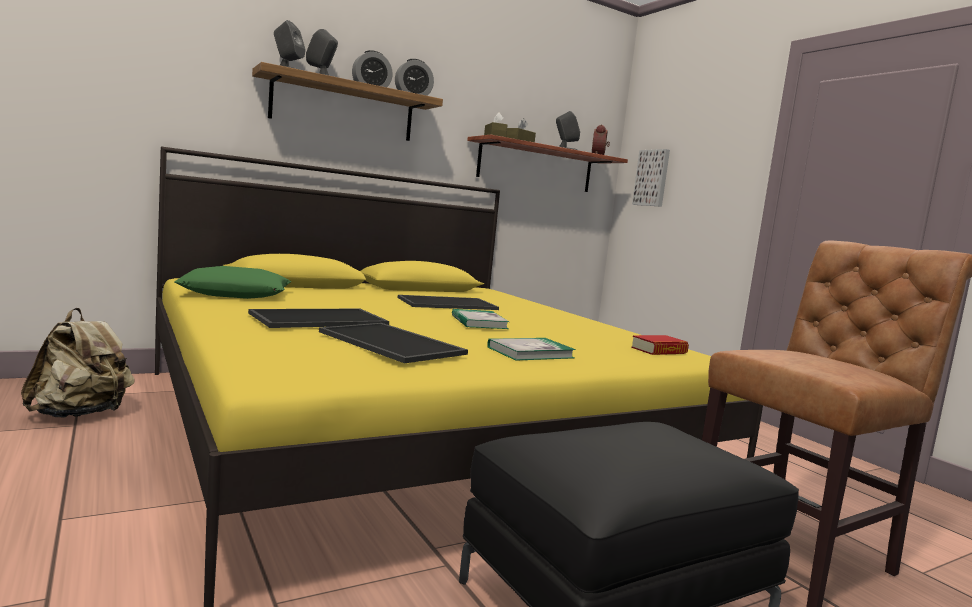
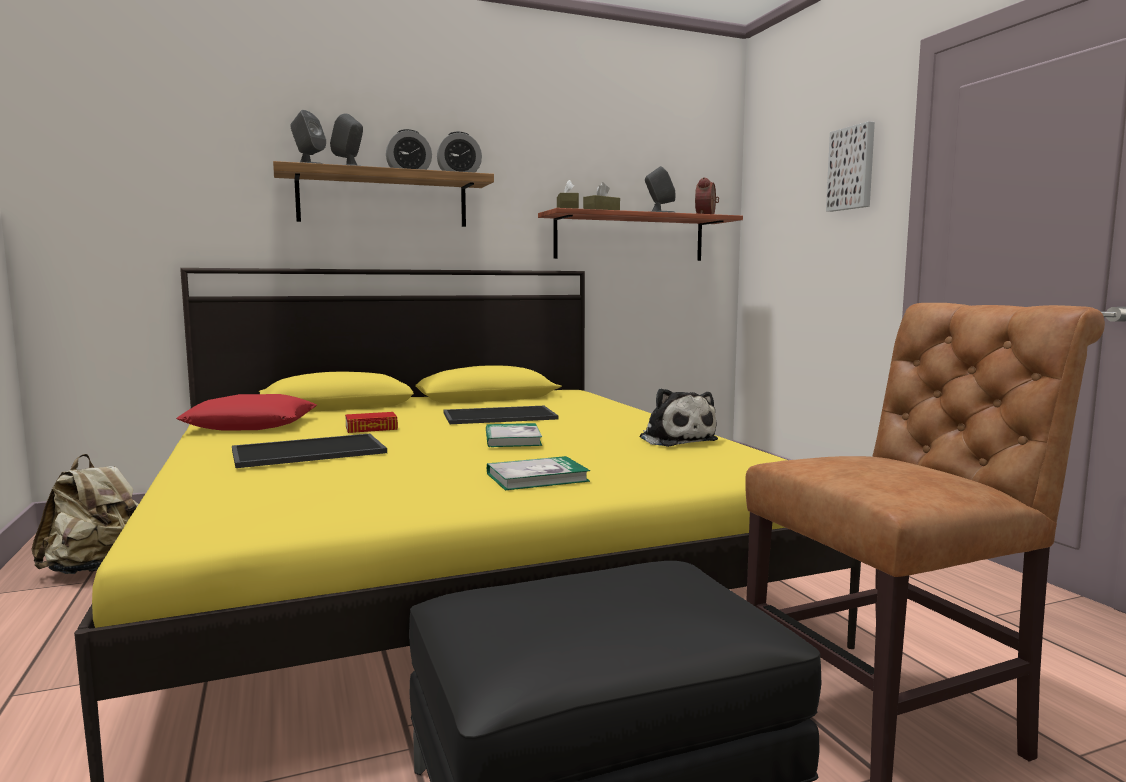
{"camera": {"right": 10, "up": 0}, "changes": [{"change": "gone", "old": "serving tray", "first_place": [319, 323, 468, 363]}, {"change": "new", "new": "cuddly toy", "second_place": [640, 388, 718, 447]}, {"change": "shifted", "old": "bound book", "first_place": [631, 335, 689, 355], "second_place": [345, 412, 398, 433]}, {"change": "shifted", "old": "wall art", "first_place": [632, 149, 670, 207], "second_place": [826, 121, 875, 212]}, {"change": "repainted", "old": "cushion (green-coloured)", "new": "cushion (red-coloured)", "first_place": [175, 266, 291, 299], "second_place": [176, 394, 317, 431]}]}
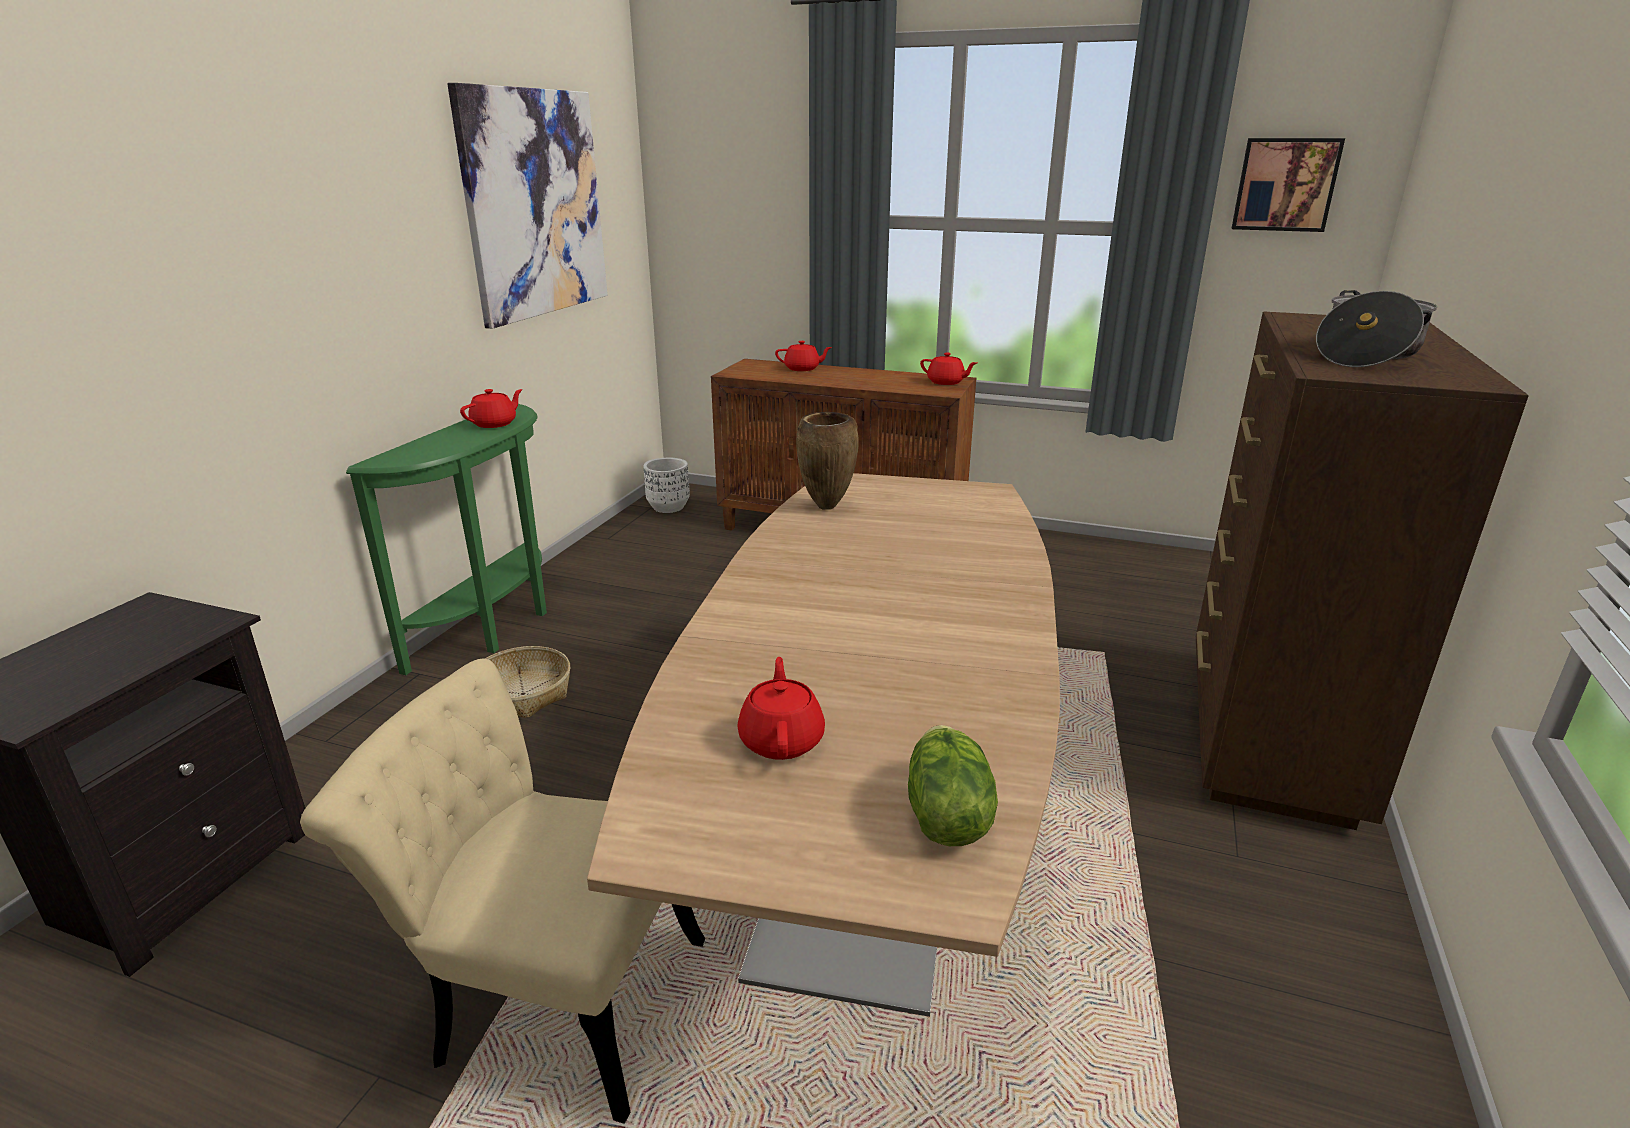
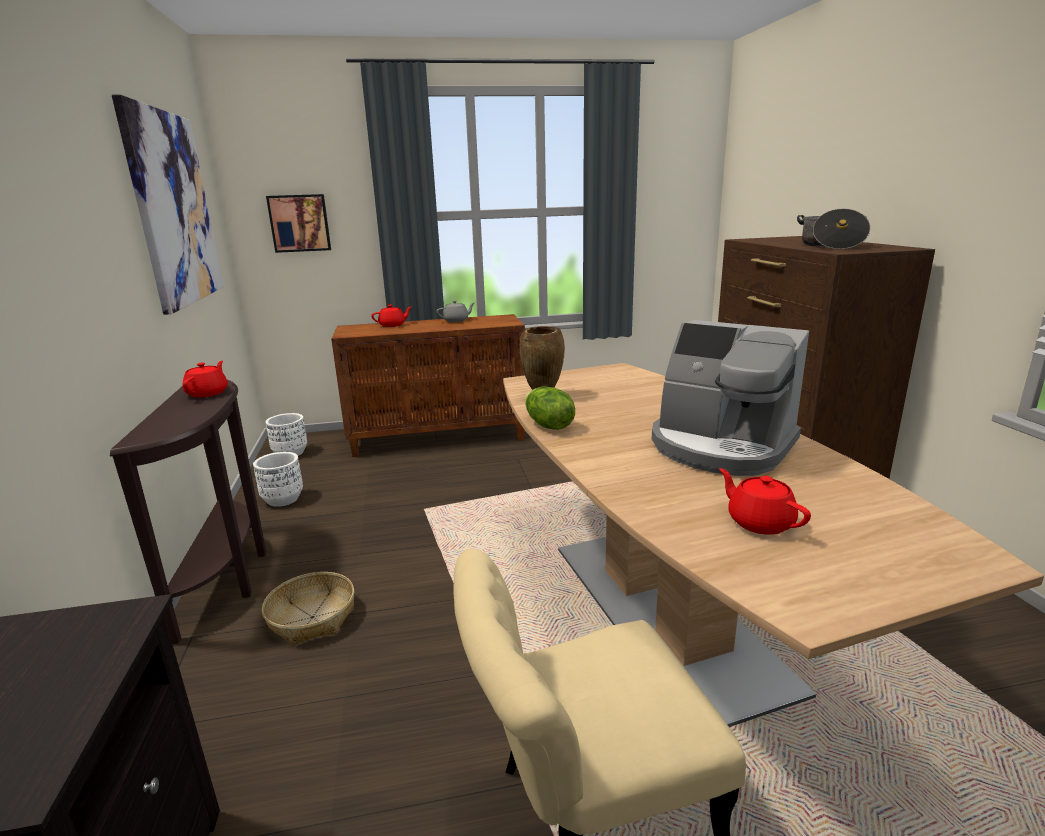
{"camera": {"right": -30, "up": -5}, "changes": [{"change": "gone", "old": "tea pot (red-coloured)", "first_place": [920, 353, 977, 385]}, {"change": "new", "new": "plant pot (white)", "second_place": [253, 452, 303, 507]}, {"change": "new", "new": "tea pot (greyish)", "second_place": [436, 300, 475, 322]}, {"change": "new", "new": "coffee machine", "second_place": [652, 320, 809, 476]}, {"change": "shifted", "old": "lettuce head", "first_place": [908, 725, 998, 846], "second_place": [525, 387, 575, 430]}, {"change": "shifted", "old": "wall art", "first_place": [1231, 138, 1345, 232], "second_place": [266, 194, 331, 253]}, {"change": "repainted", "old": "console table (green-coloured)", "new": "console table (brownish)", "first_place": [346, 404, 547, 675], "second_place": [110, 380, 266, 644]}]}
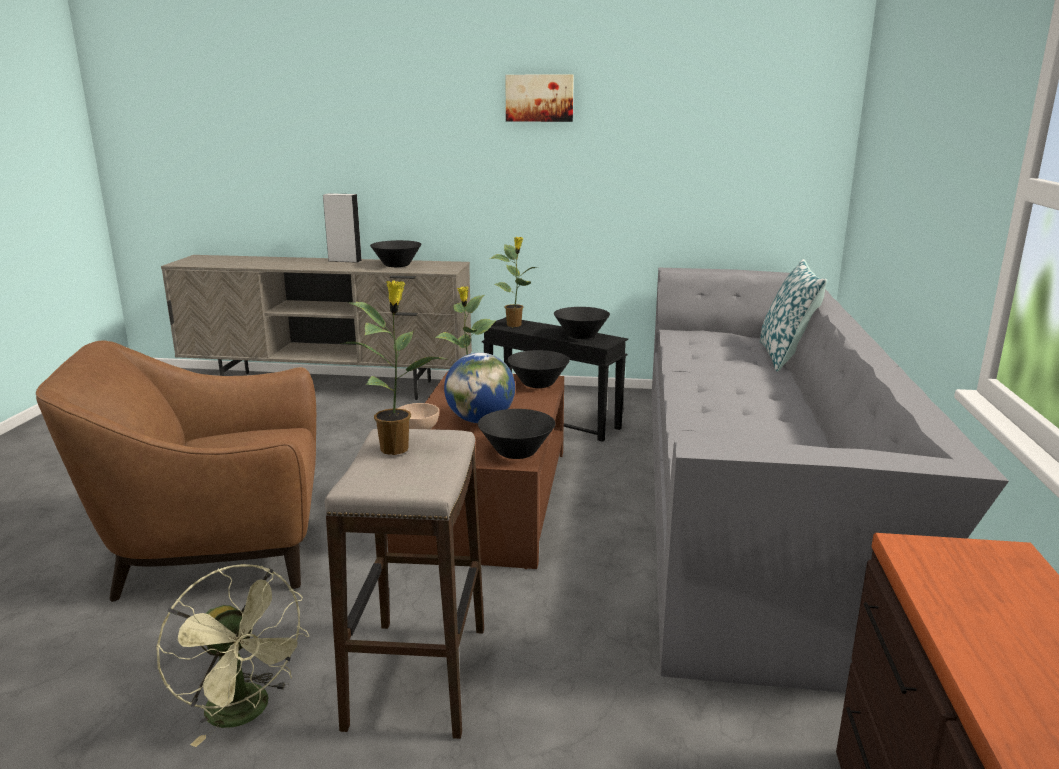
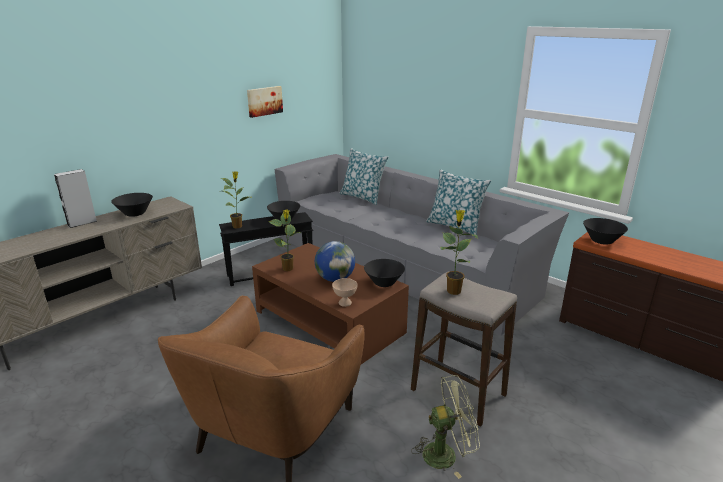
{"camera": {"right": -55, "up": 5}, "changes": [{"change": "new", "new": "cushion", "second_place": [426, 169, 491, 235]}, {"change": "shifted", "old": "wall art", "first_place": [505, 74, 574, 122], "second_place": [247, 86, 283, 118]}, {"change": "shifted", "old": "serving bowl (black)", "first_place": [507, 350, 570, 388], "second_place": [583, 218, 628, 245]}]}
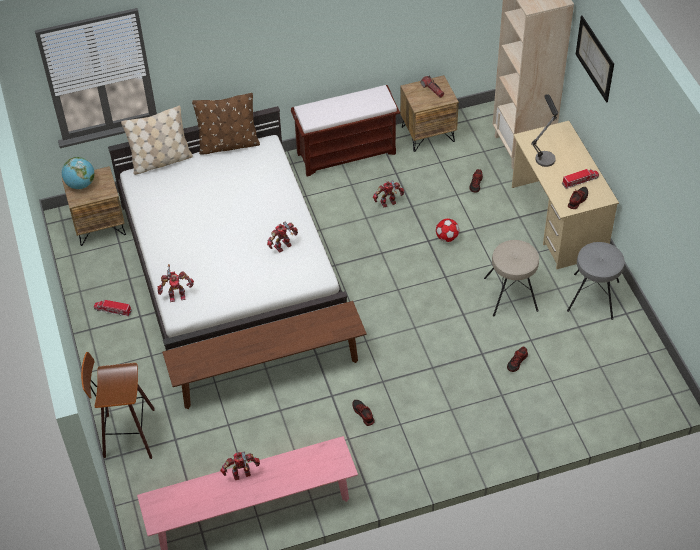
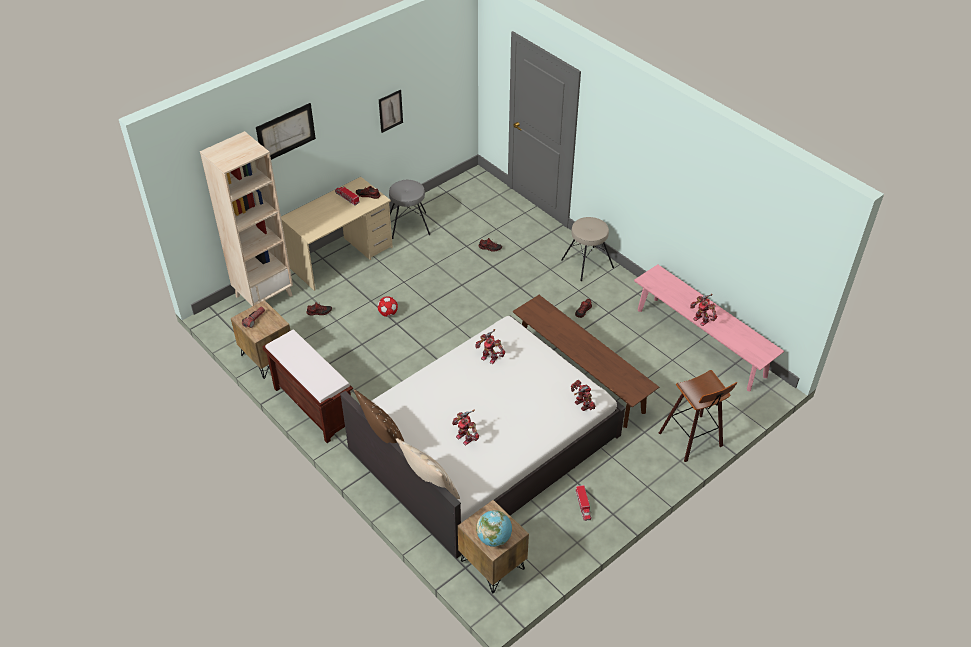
{"camera": {"right": -115, "up": -5}, "changes": [{"change": "gone", "old": "tabletop lamp", "first_place": [531, 94, 558, 167]}, {"change": "new", "new": "wall art", "second_place": [379, 90, 403, 133]}, {"change": "shifted", "old": "robot figure", "first_place": [373, 180, 404, 207], "second_place": [452, 409, 479, 445]}, {"change": "shifted", "old": "stool seat (beige-coloured)", "first_place": [484, 240, 539, 316], "second_place": [561, 217, 614, 281]}]}
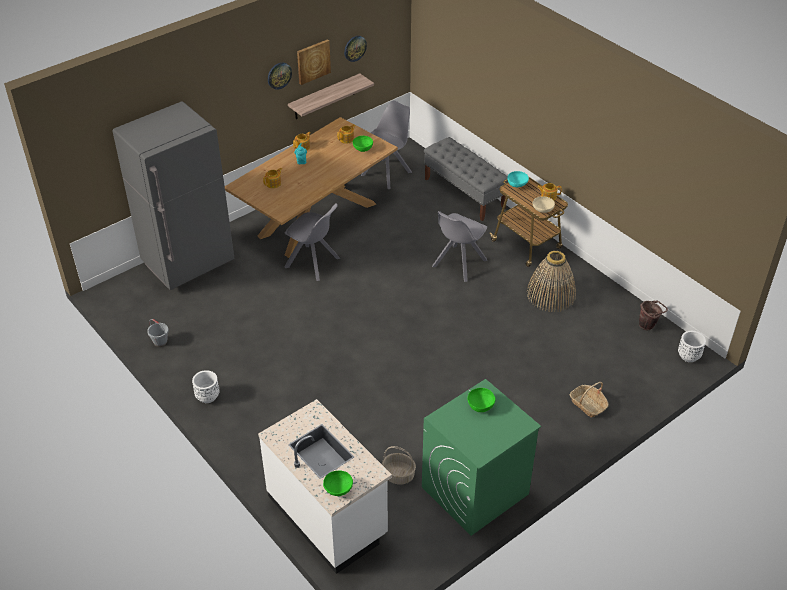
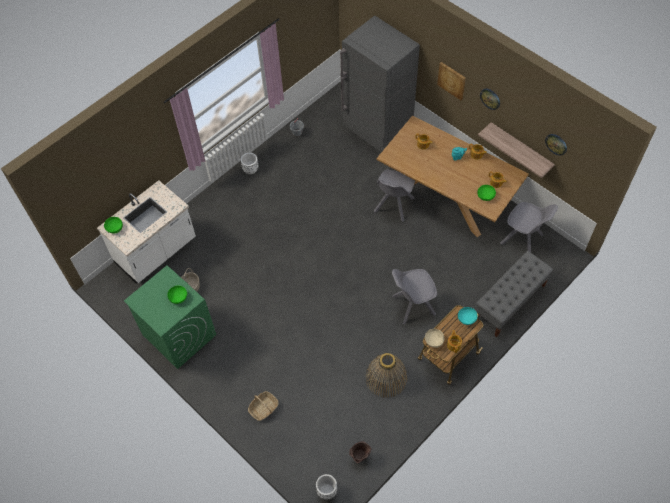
{"camera": {"right": 85, "up": 15}, "changes": [{"change": "shifted", "old": "wall art", "first_place": [297, 39, 331, 85], "second_place": [437, 62, 466, 100]}, {"change": "rotated", "old": "upright chair (greyish)", "first_place": [432, 211, 487, 282], "second_place": [392, 269, 437, 324], "degrees": -45}]}
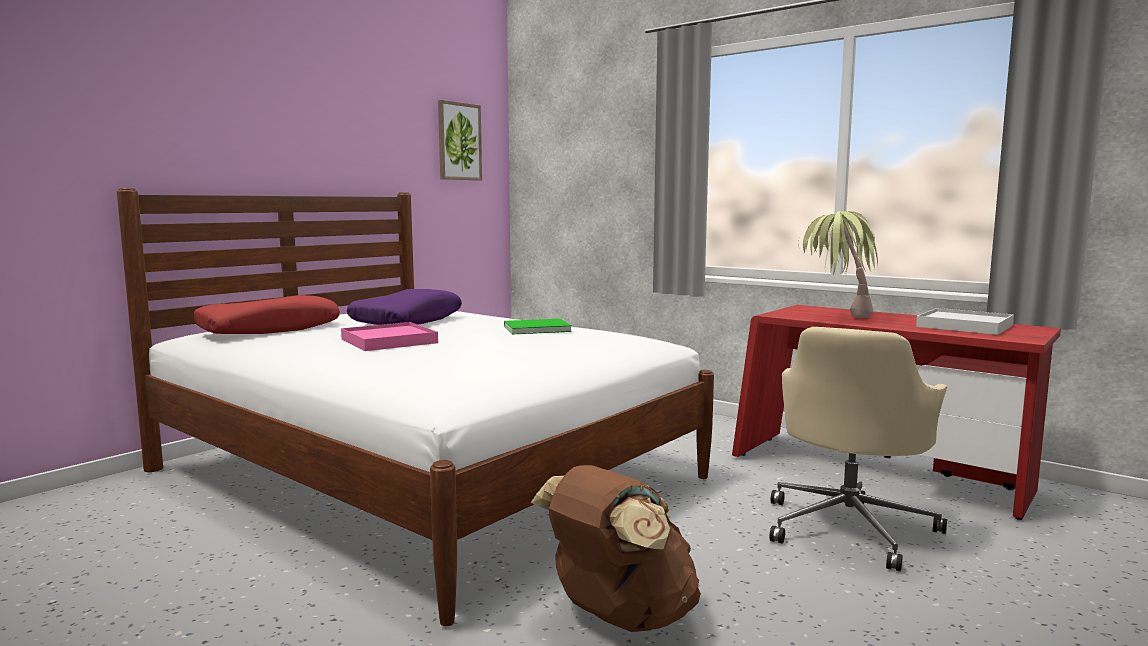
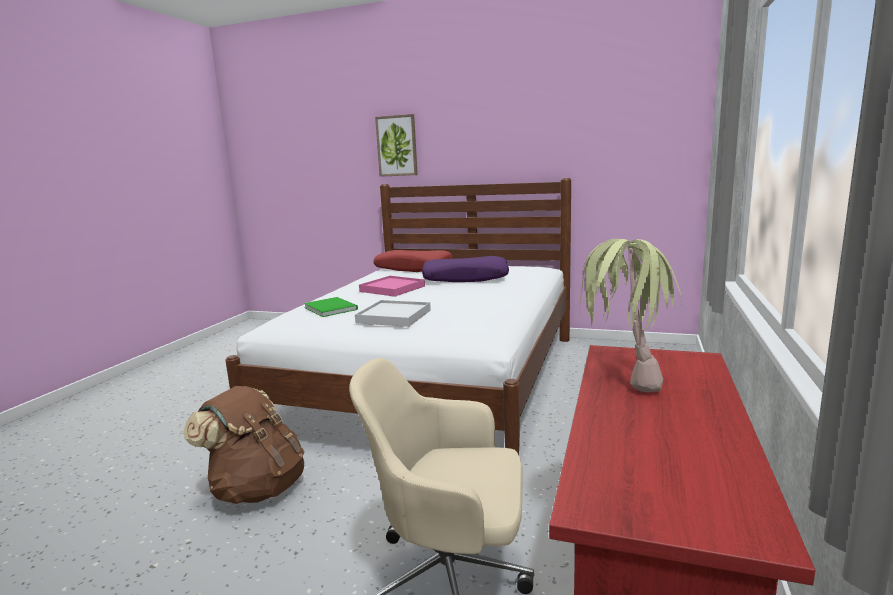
{"camera": {"right": 70, "up": 5}, "changes": [{"change": "shifted", "old": "wall art", "first_place": [438, 100, 482, 180], "second_place": [375, 114, 418, 177]}, {"change": "shifted", "old": "bound book (green-coloured)", "first_place": [504, 319, 572, 335], "second_place": [304, 297, 358, 317]}, {"change": "shifted", "old": "serving tray (white)", "first_place": [916, 308, 1014, 335], "second_place": [355, 300, 431, 327]}]}
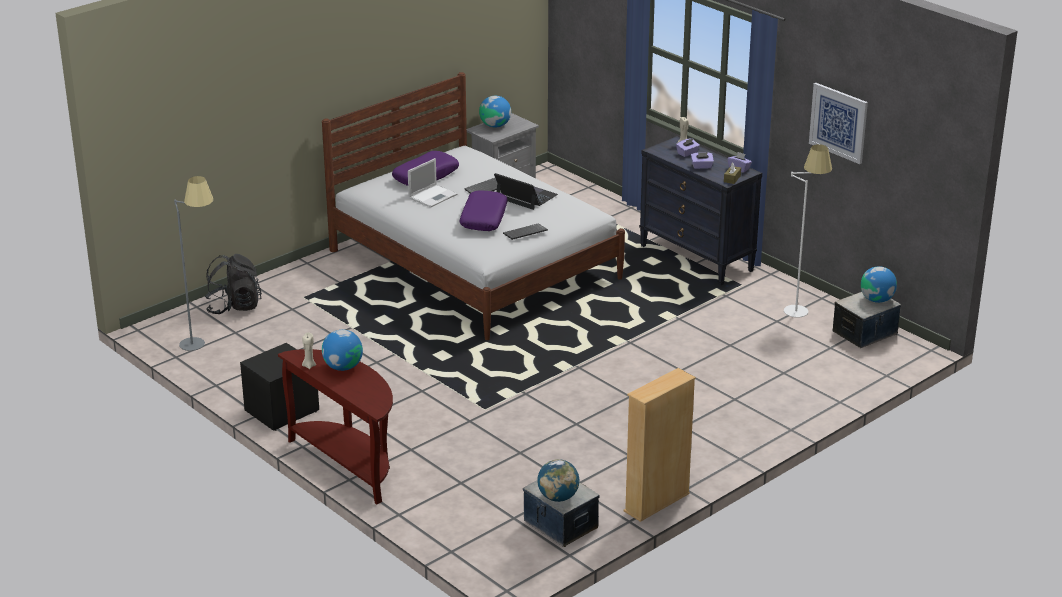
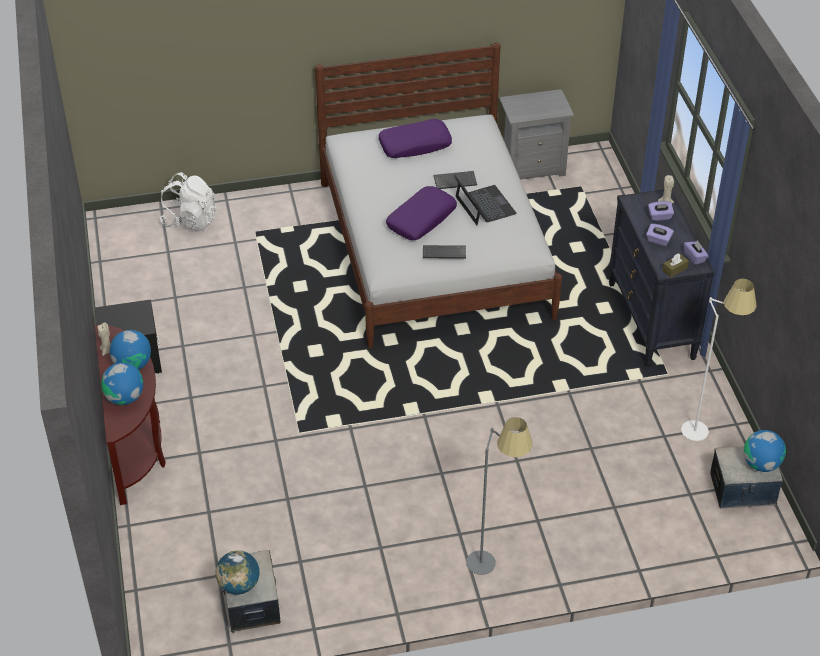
{"camera": {"right": 30, "up": 15}, "changes": [{"change": "gone", "old": "portable computer", "first_place": [408, 158, 458, 208]}, {"change": "gone", "old": "bookshelf (beige-coloured)", "first_place": [624, 368, 696, 522]}, {"change": "gone", "old": "wall art", "first_place": [809, 83, 868, 164]}, {"change": "shifted", "old": "standard lamp (greyish)", "first_place": [174, 176, 213, 351], "second_place": [466, 417, 532, 575]}, {"change": "shifted", "old": "world globe", "first_place": [479, 96, 511, 127], "second_place": [101, 363, 143, 405]}, {"change": "repainted", "old": "backpack (black)", "new": "backpack (white)", "first_place": [205, 254, 262, 314], "second_place": [159, 172, 217, 231]}]}
